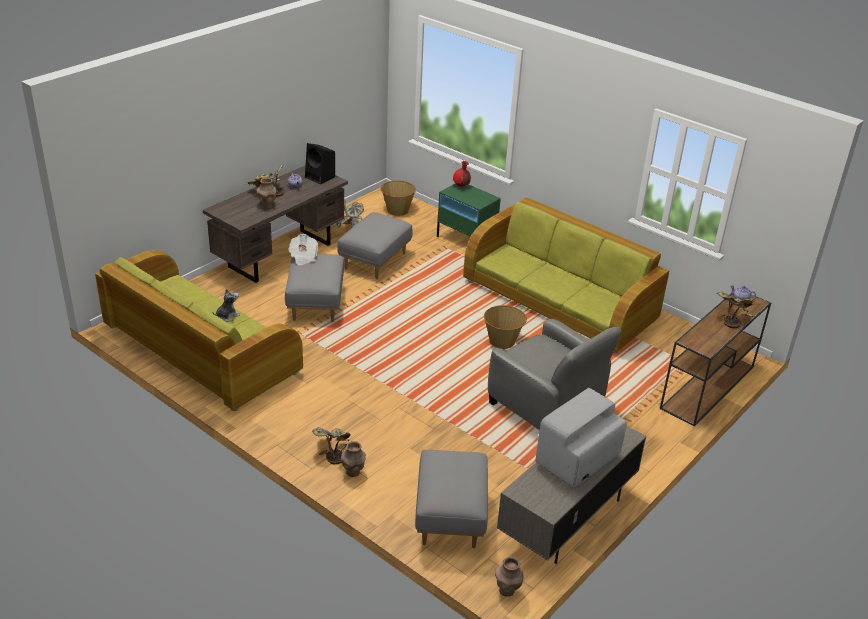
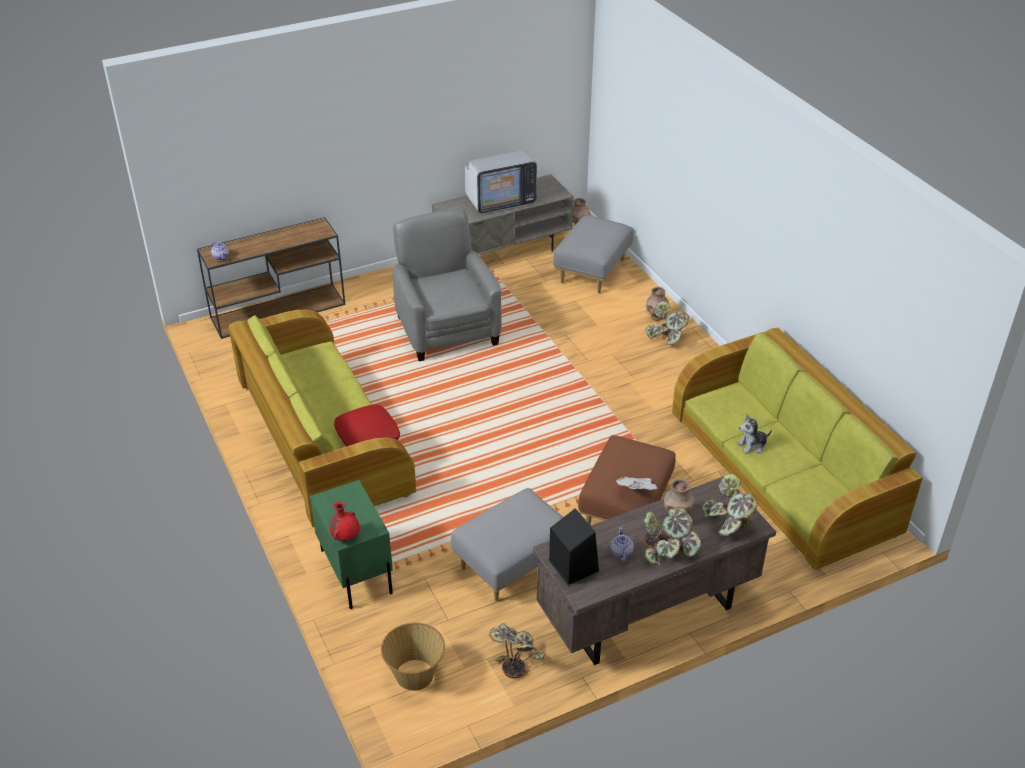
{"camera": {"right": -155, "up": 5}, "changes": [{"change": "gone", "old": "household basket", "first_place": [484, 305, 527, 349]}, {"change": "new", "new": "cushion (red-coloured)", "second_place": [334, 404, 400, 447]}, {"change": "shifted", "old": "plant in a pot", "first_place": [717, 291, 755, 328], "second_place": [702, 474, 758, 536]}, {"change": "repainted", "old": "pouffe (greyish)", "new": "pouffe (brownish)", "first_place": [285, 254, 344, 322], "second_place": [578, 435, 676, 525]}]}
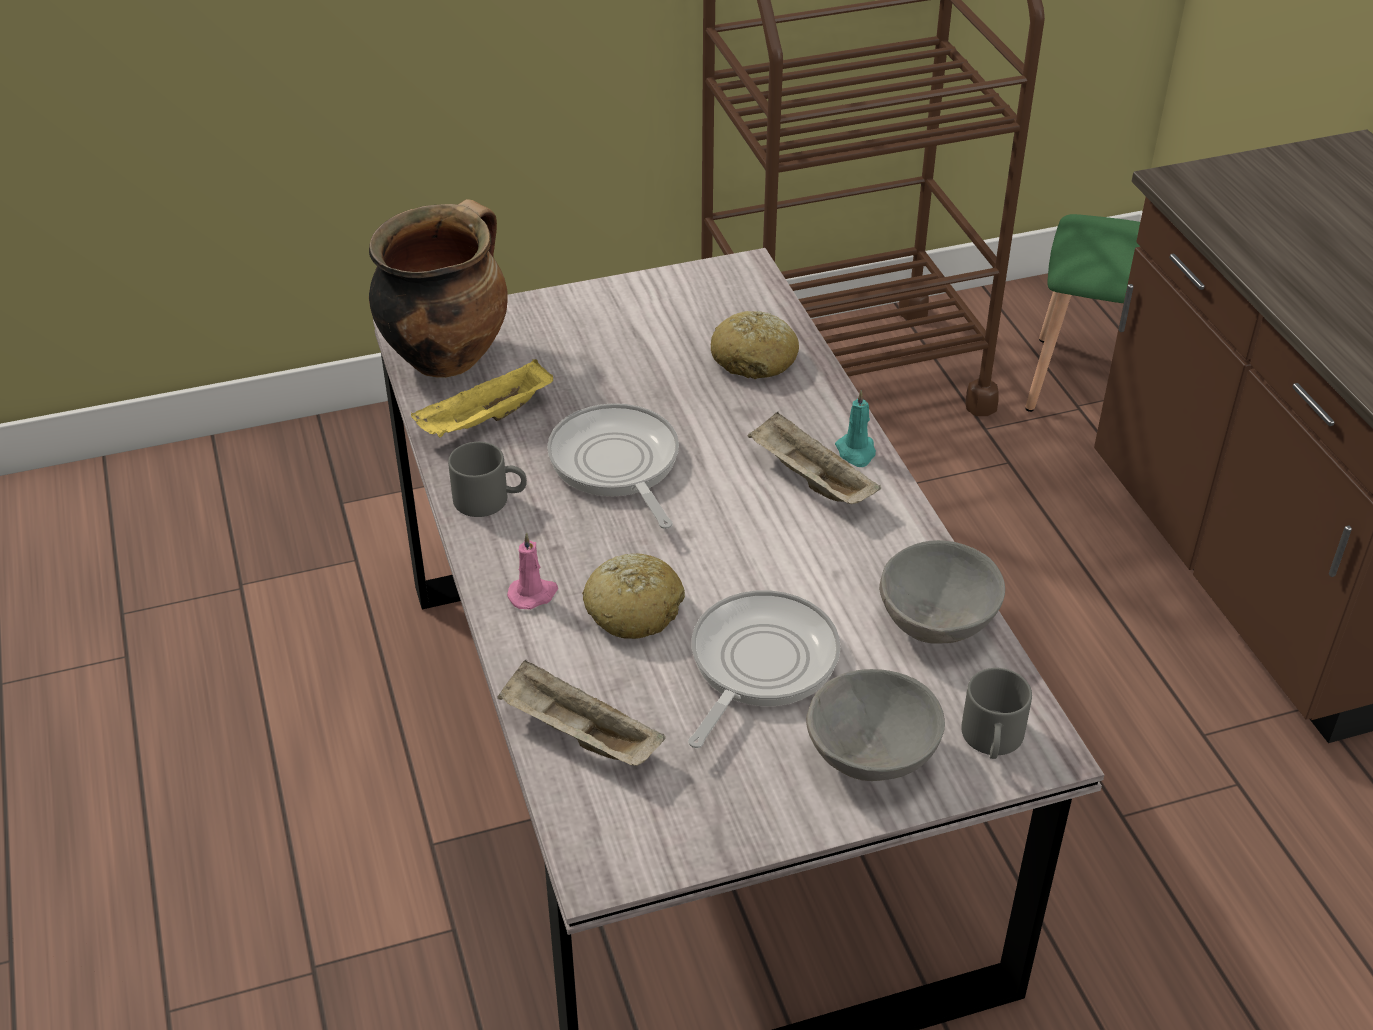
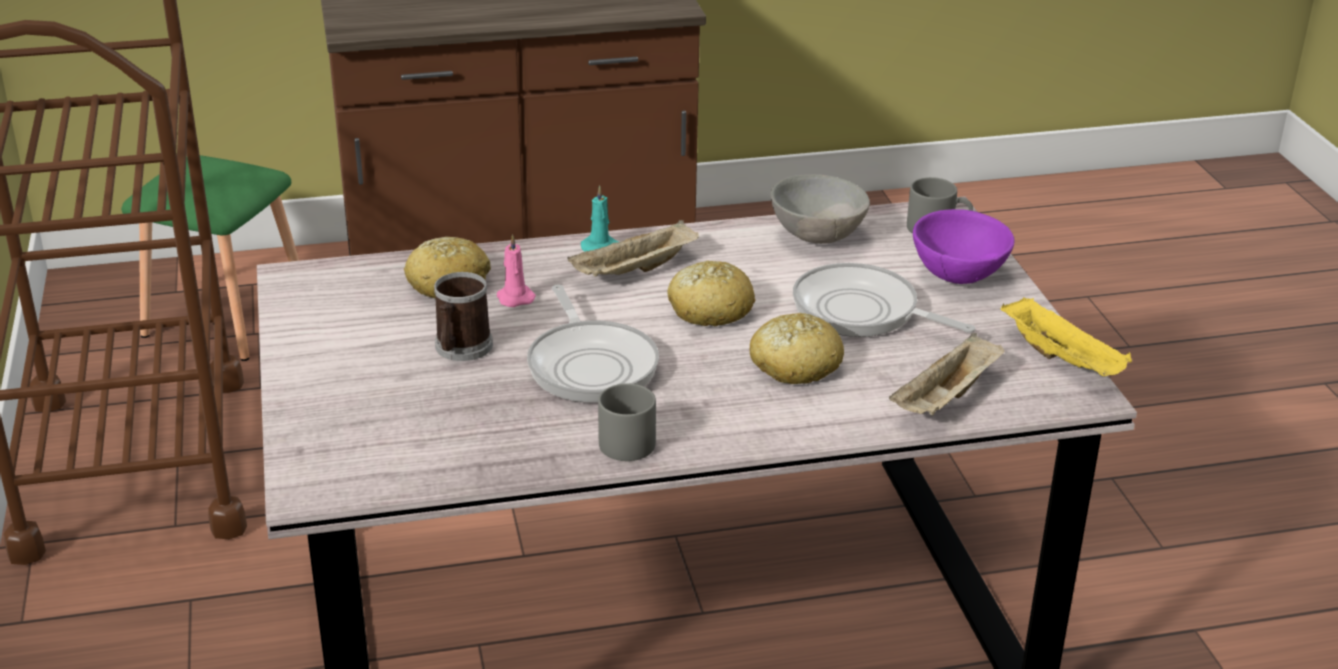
{"camera": {"right": -85, "up": -10}, "changes": [{"change": "gone", "old": "stockpot", "first_place": [369, 199, 508, 378]}, {"change": "new", "new": "coffee mug", "second_place": [434, 272, 493, 361]}, {"change": "new", "new": "baked bread", "second_place": [667, 261, 755, 326]}, {"change": "shifted", "old": "serving tray (yellowish)", "first_place": [411, 359, 553, 437], "second_place": [1001, 297, 1132, 377]}, {"change": "shifted", "old": "candle (pink-coloured)", "first_place": [507, 533, 558, 609], "second_place": [497, 234, 536, 307]}, {"change": "repainted", "old": "serving bowl (greyish)", "new": "serving bowl (purple)", "first_place": [806, 669, 945, 781], "second_place": [913, 209, 1015, 284]}, {"change": "rotated", "old": "pan", "first_place": [547, 403, 679, 529], "second_place": [527, 284, 659, 403], "degrees": -90}]}
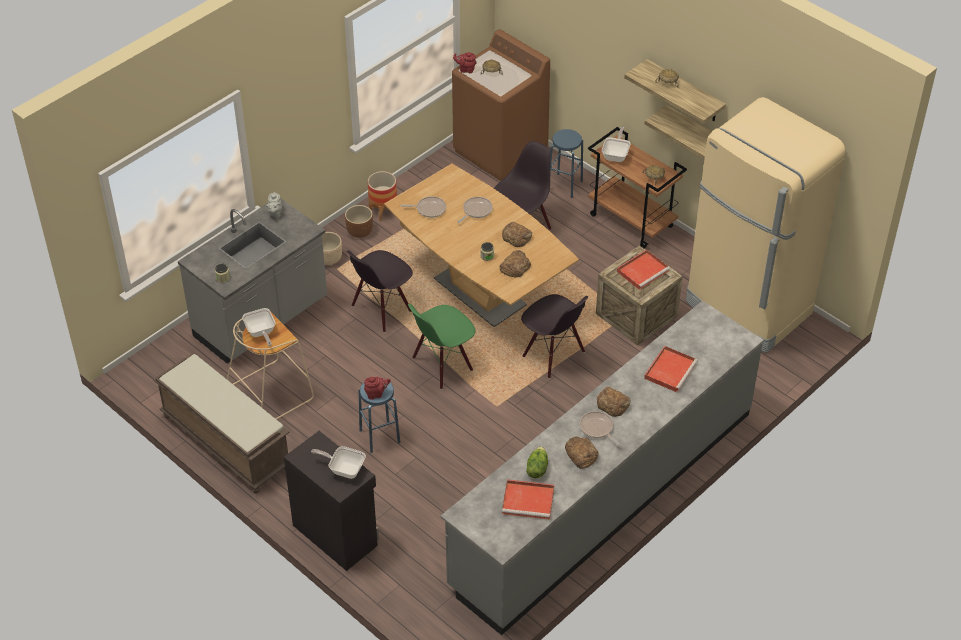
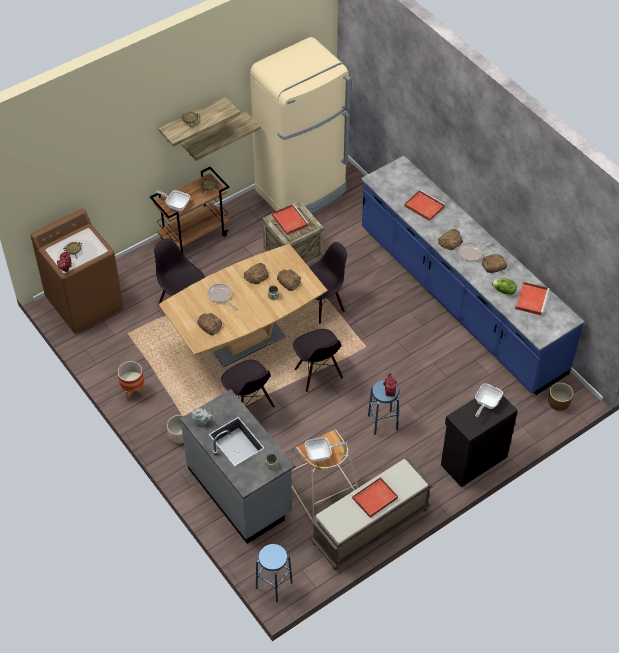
{"camera": {"right": -80, "up": 5}, "changes": [{"change": "new", "new": "serving tray (red-coloured)", "second_place": [351, 477, 398, 518]}, {"change": "shifted", "old": "plant pot (brownish)", "first_place": [345, 205, 373, 238], "second_place": [548, 383, 573, 411]}, {"change": "shifted", "old": "stool seat (blue)", "first_place": [550, 129, 583, 198], "second_place": [256, 544, 293, 602]}, {"change": "swapped", "old": "pan", "new": "baked bread", "first_place": [401, 196, 446, 218], "second_place": [197, 313, 222, 335]}, {"change": "repainted", "old": "upright chair (green-coloured)", "new": "upright chair (black)", "first_place": [408, 304, 476, 390], "second_place": [293, 329, 343, 392]}, {"change": "repainted", "old": "kitchen base unit (greyish)", "new": "kitchen base unit (blue)", "first_place": [441, 301, 764, 635], "second_place": [361, 156, 585, 395]}]}
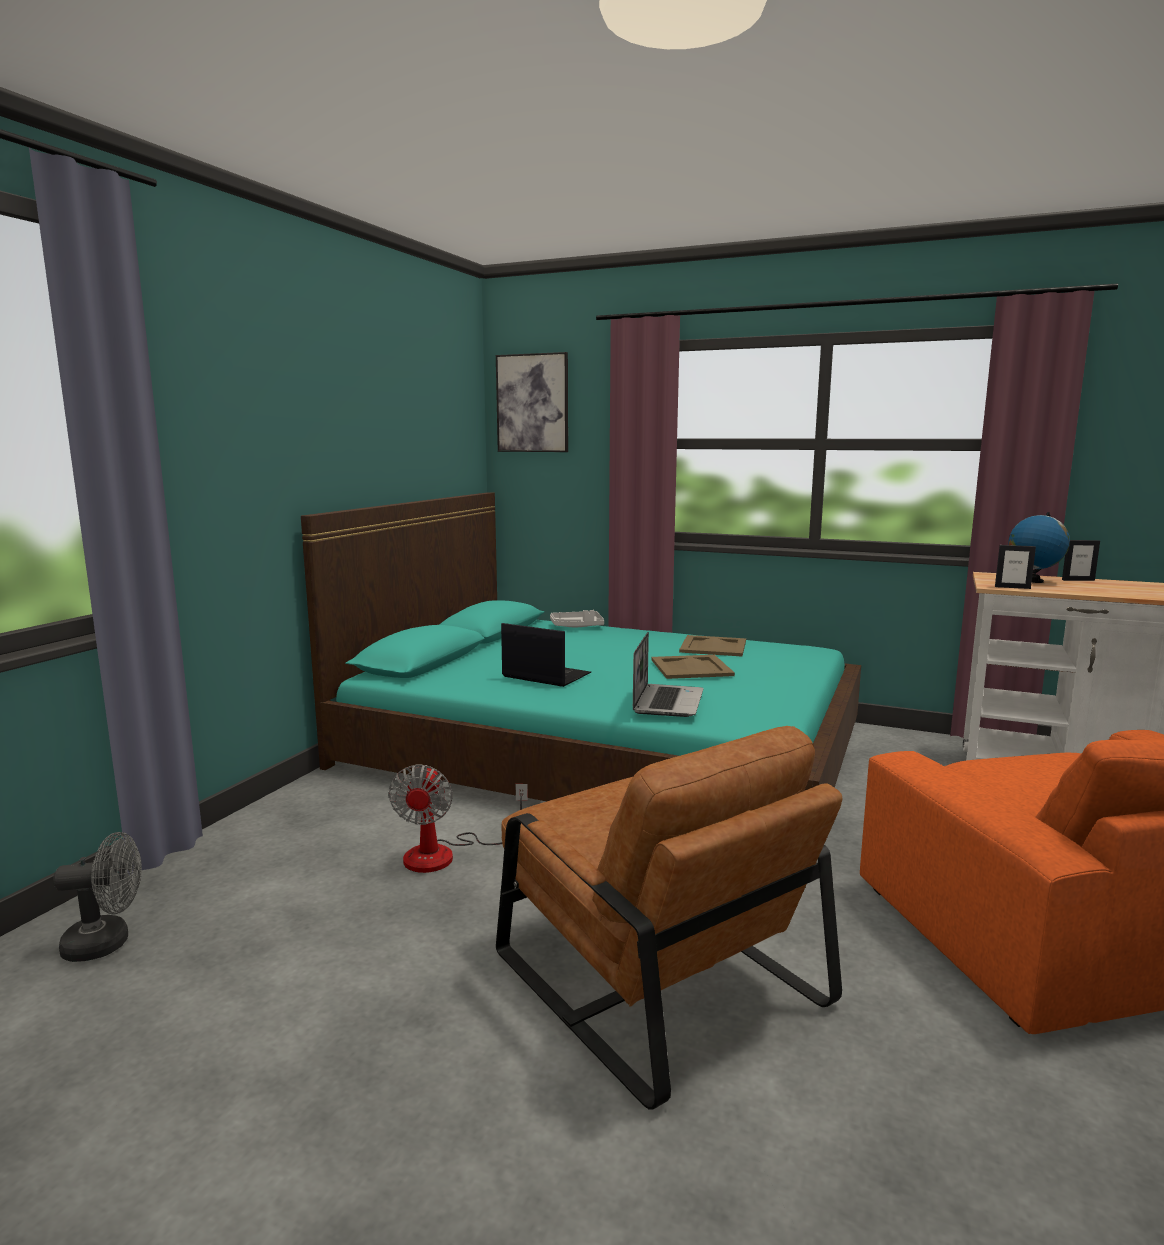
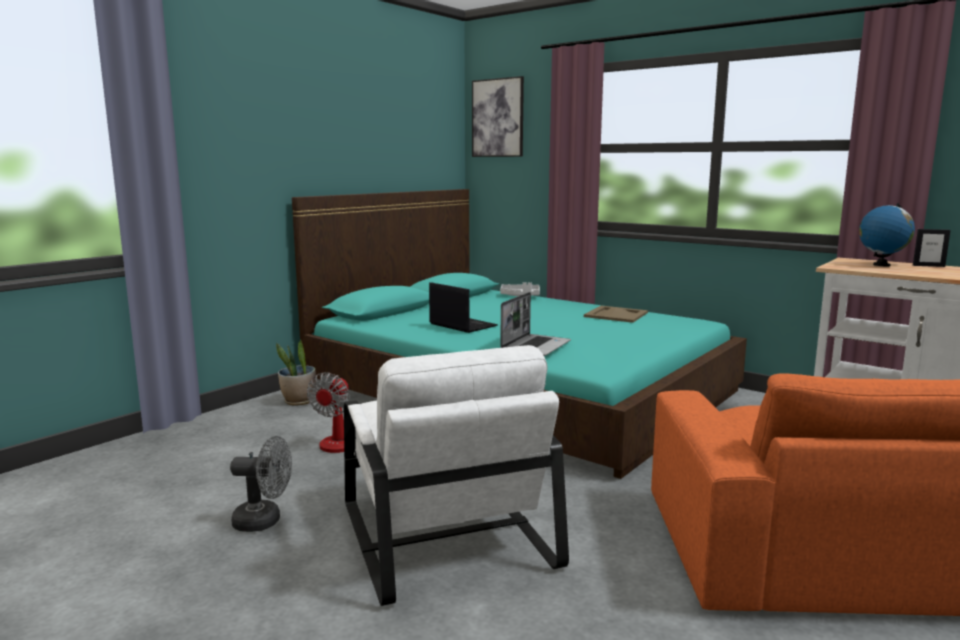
{"camera": {"right": 15, "up": 0}, "changes": [{"change": "gone", "old": "serving tray (beige-coloured)", "first_place": [651, 655, 735, 679]}, {"change": "gone", "old": "picture frame", "first_place": [995, 545, 1036, 589]}, {"change": "new", "new": "plant in a pot", "second_place": [276, 340, 316, 406]}, {"change": "shifted", "old": "electric fan (greyish)", "first_place": [53, 832, 142, 962], "second_place": [230, 436, 292, 532]}, {"change": "repainted", "old": "lounge chair (brownish)", "new": "lounge chair (white)", "first_place": [496, 726, 843, 1110], "second_place": [344, 345, 569, 606]}]}
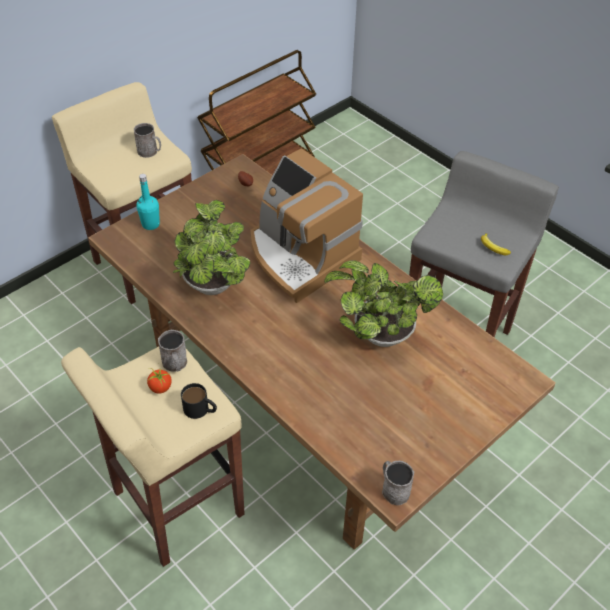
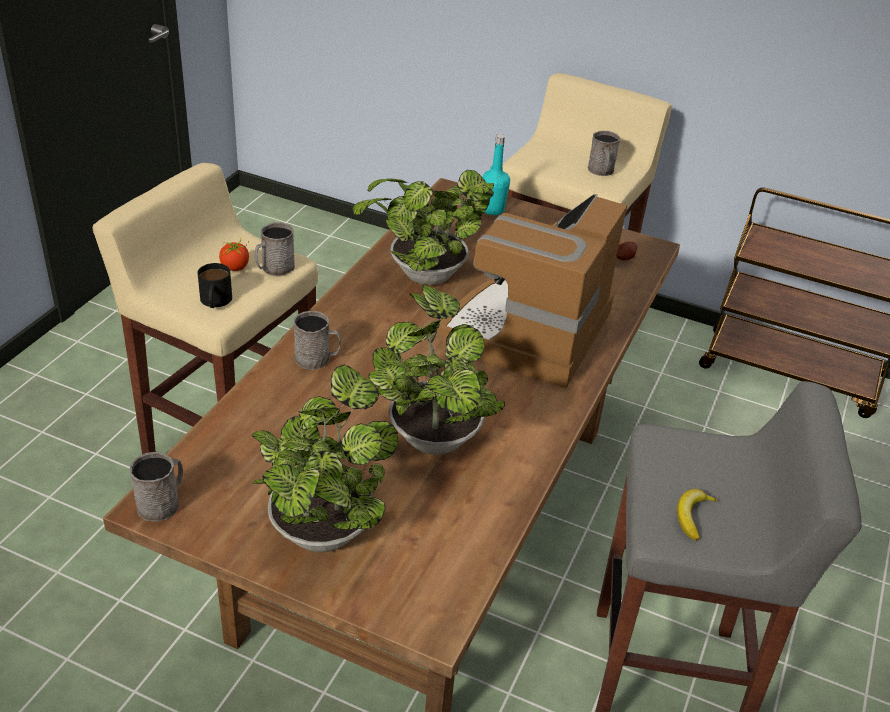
{"camera": {"right": 65, "up": -10}, "changes": [{"change": "new", "new": "plant in a pot", "second_place": [252, 365, 398, 553]}, {"change": "new", "new": "coffee mug (greyish)", "second_place": [293, 311, 341, 370]}]}
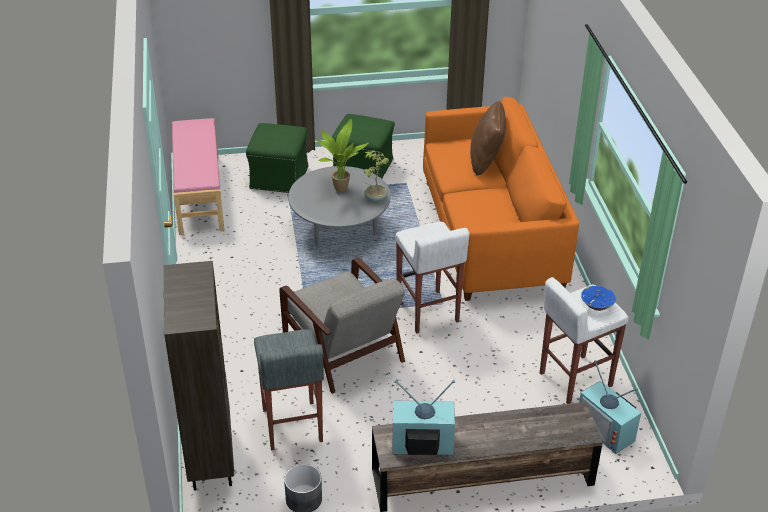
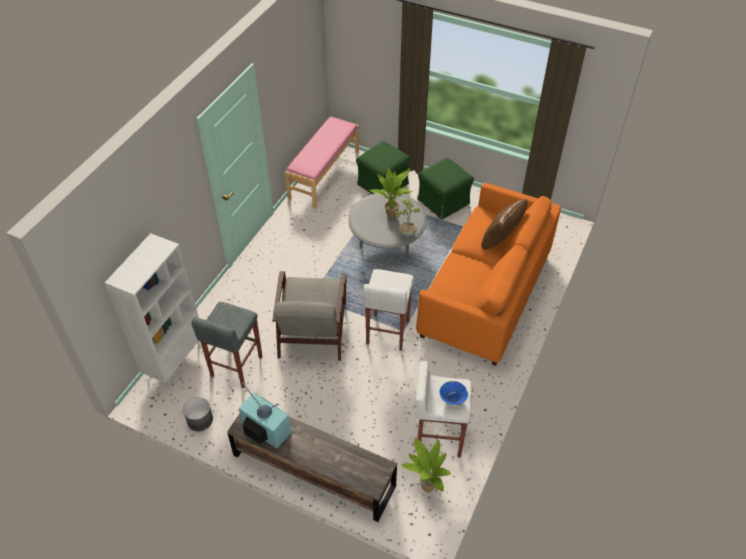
{"camera": {"right": 35, "up": 10}, "changes": [{"change": "swapped", "old": "TV", "new": "plant in a pot", "first_place": [579, 360, 641, 454], "second_place": [401, 438, 451, 492]}, {"change": "repainted", "old": "bookshelf (brownish)", "new": "bookshelf (white)", "first_place": [164, 261, 234, 491], "second_place": [105, 233, 201, 387]}]}
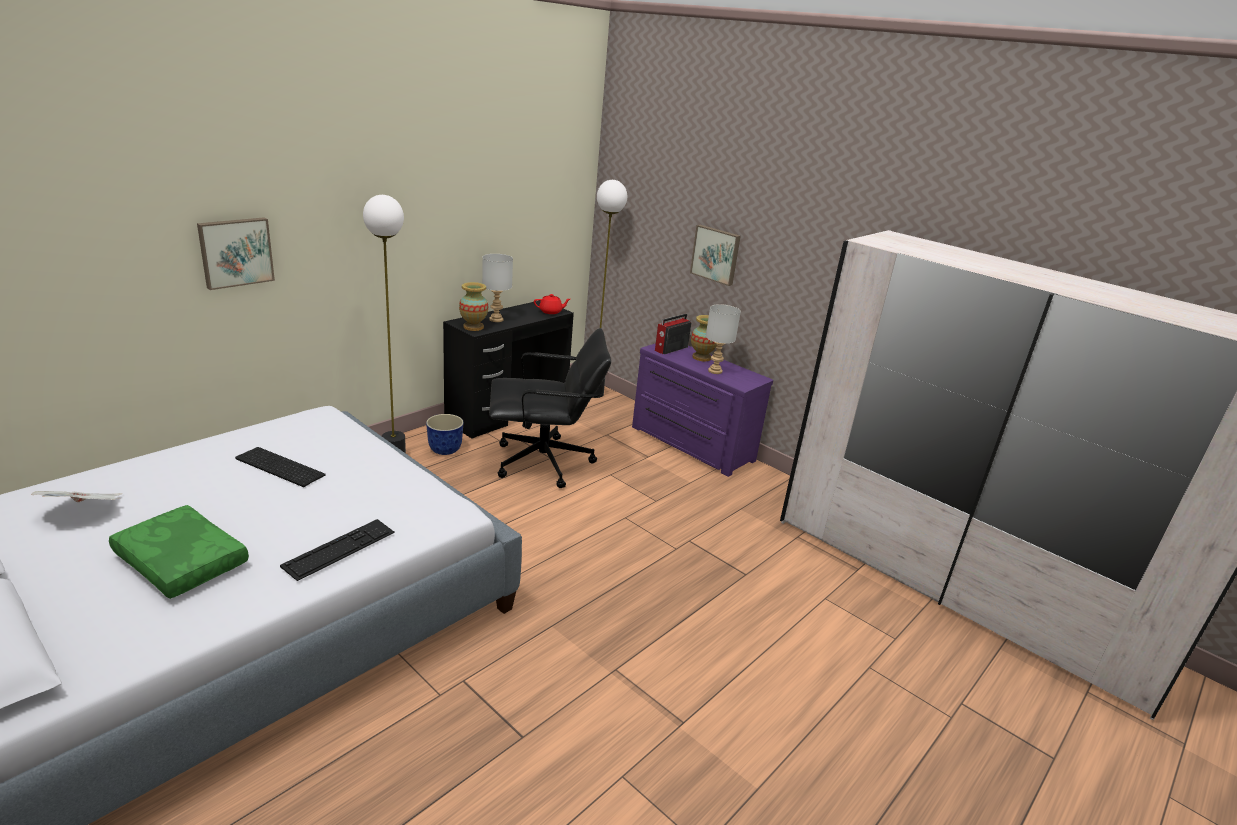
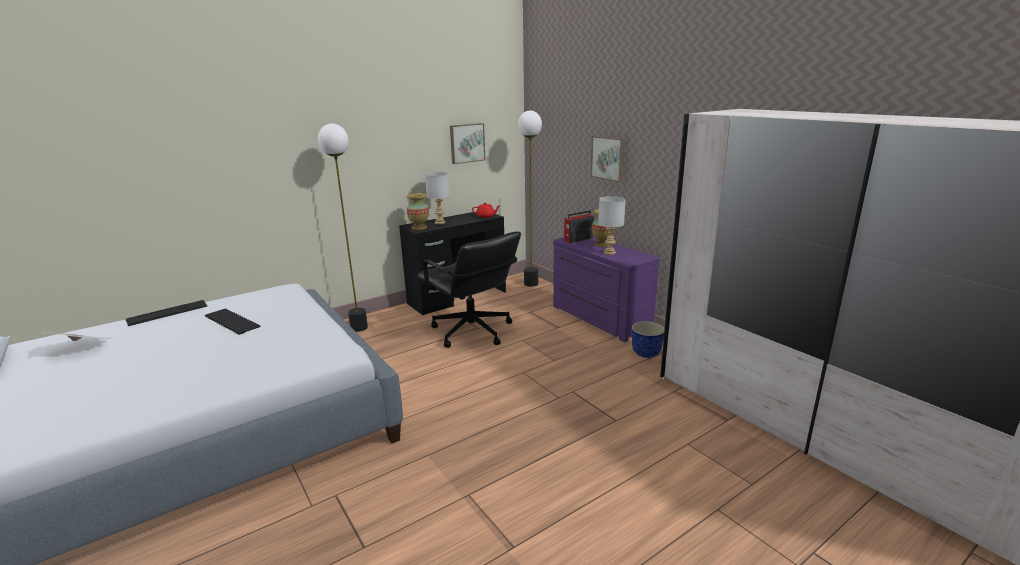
{"camera": {"right": 15, "up": -5}, "changes": [{"change": "gone", "old": "cushion (green-coloured)", "first_place": [109, 505, 249, 599]}, {"change": "shifted", "old": "wall art", "first_place": [197, 217, 275, 290], "second_place": [450, 123, 485, 164]}, {"change": "shifted", "old": "keyboard", "first_place": [280, 519, 395, 581], "second_place": [126, 300, 208, 326]}, {"change": "shifted", "old": "plant pot", "first_place": [426, 414, 464, 455], "second_place": [632, 321, 665, 358]}, {"change": "rotated", "old": "computer chair (black)", "first_place": [489, 328, 611, 488], "second_place": [417, 232, 521, 348], "degrees": 45}]}
